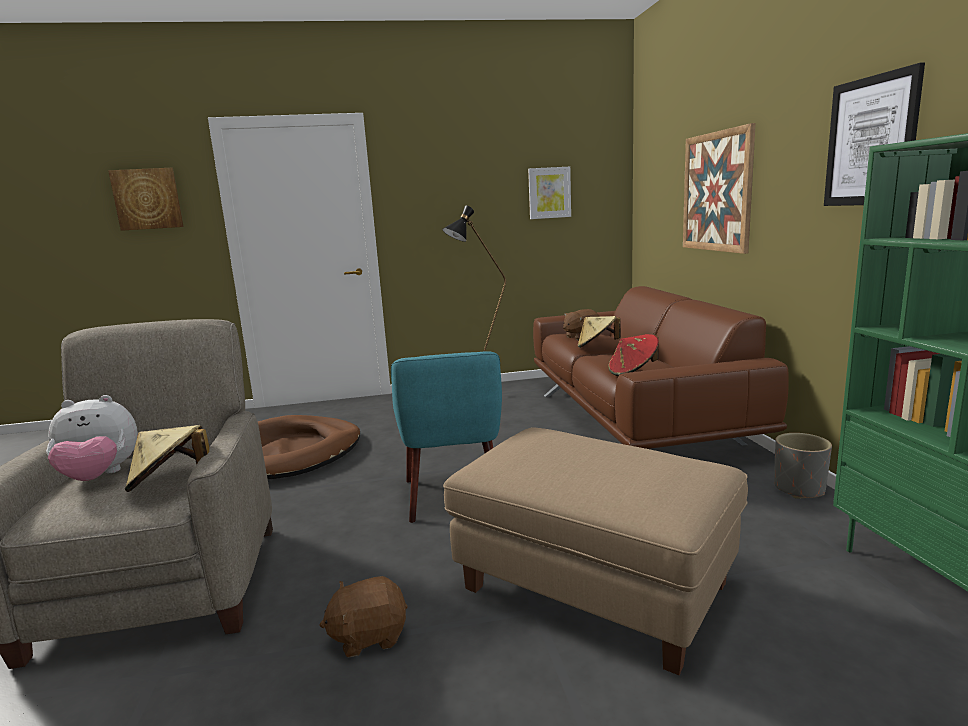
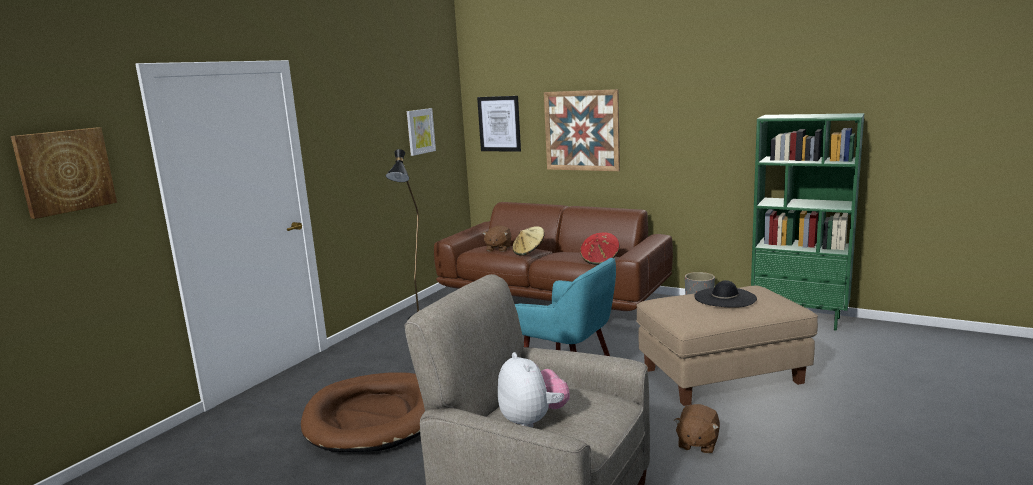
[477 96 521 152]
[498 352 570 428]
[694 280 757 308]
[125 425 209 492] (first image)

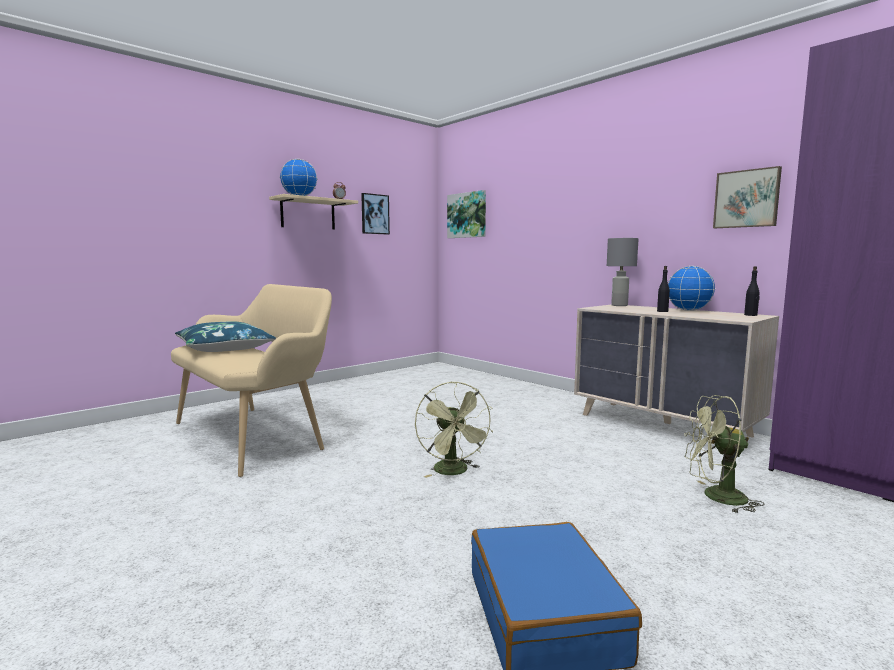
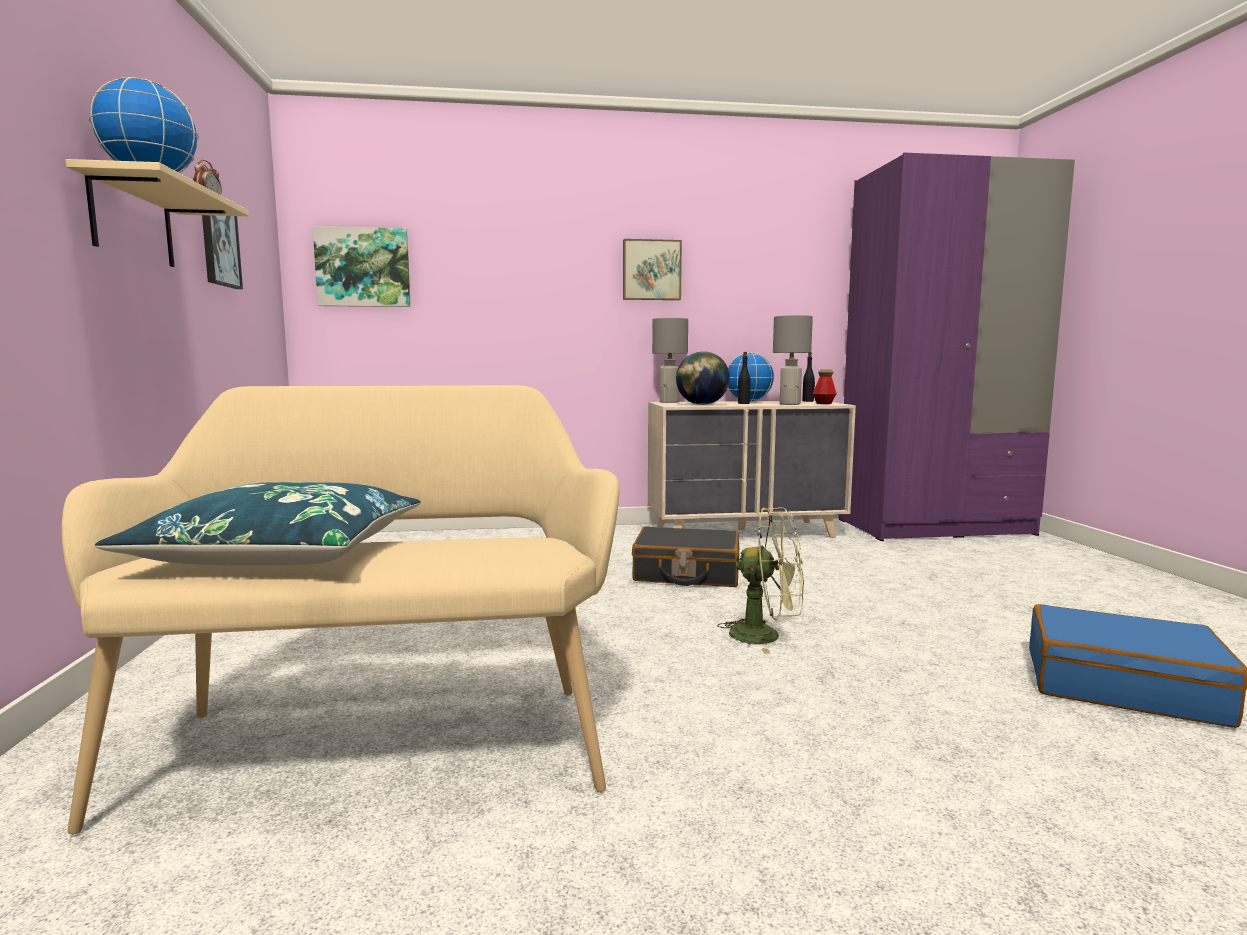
[623 239 682 300]
[632 526 739 587]
[676 351 730 405]
[773 315 813 405]
[812 369 837 404]
[684 395 764 513] (first image)

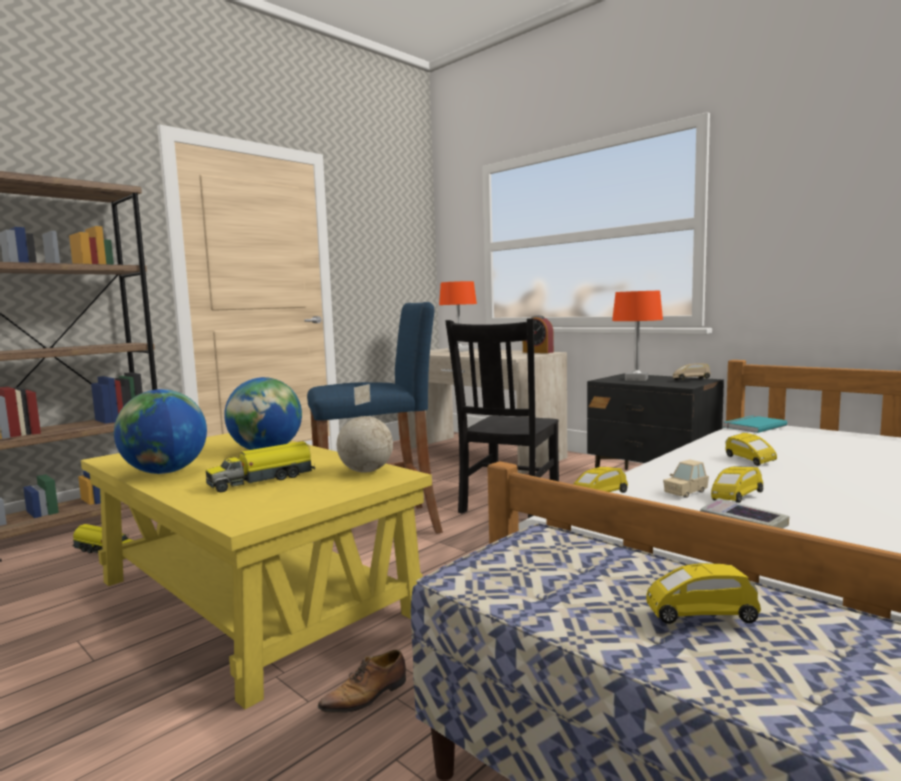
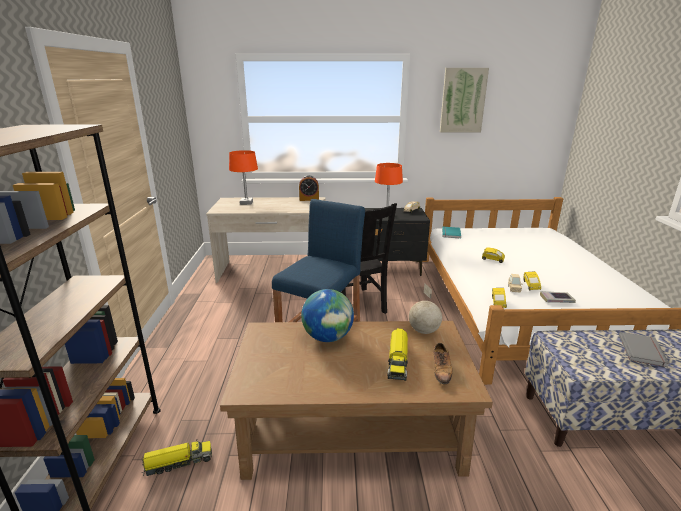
[220 321 493 480]
[434 343 452 384]
[440 68 489 132]
[619 332 670 367]
[114 389 207 474] (first image)

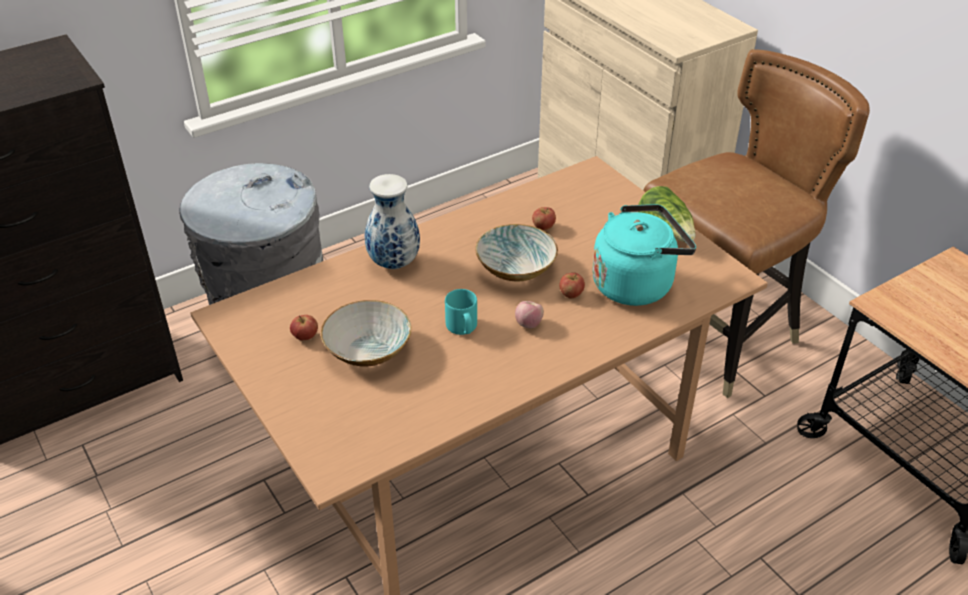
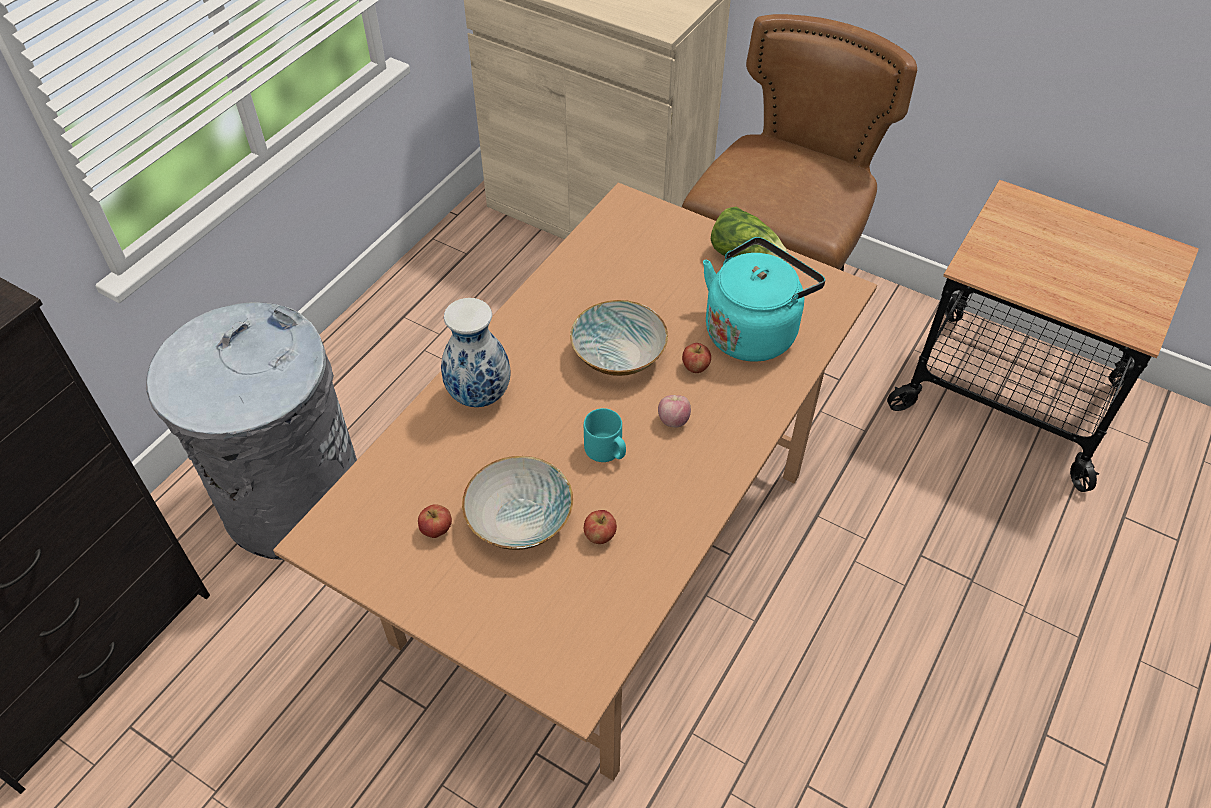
[584 510 617 544]

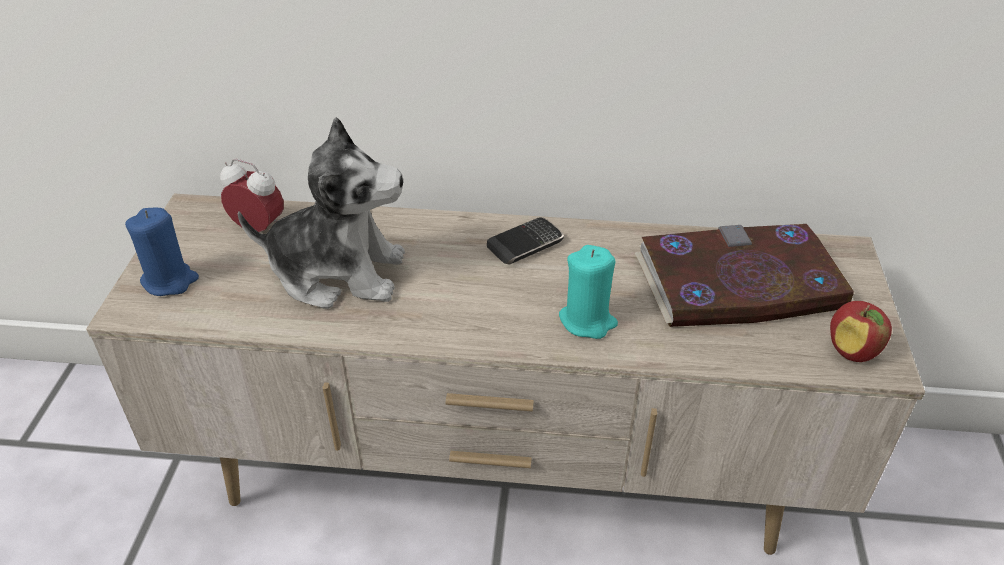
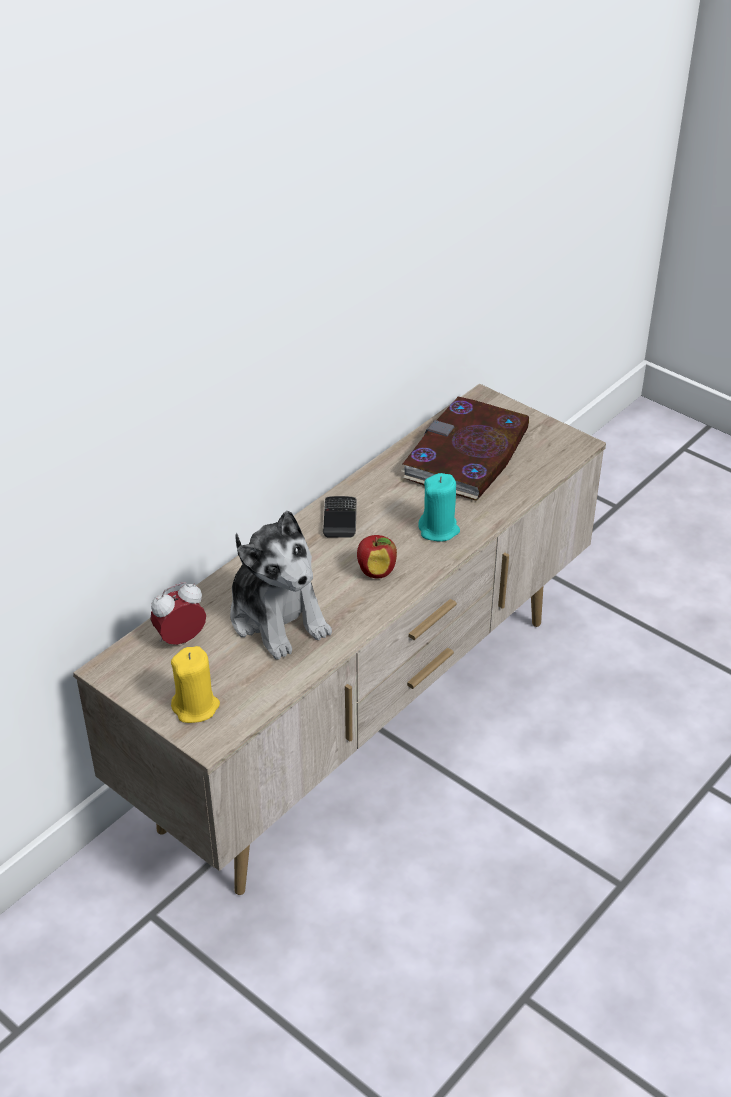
[171 646 220 723]
[230 510 332 660]
[357 535 397 578]

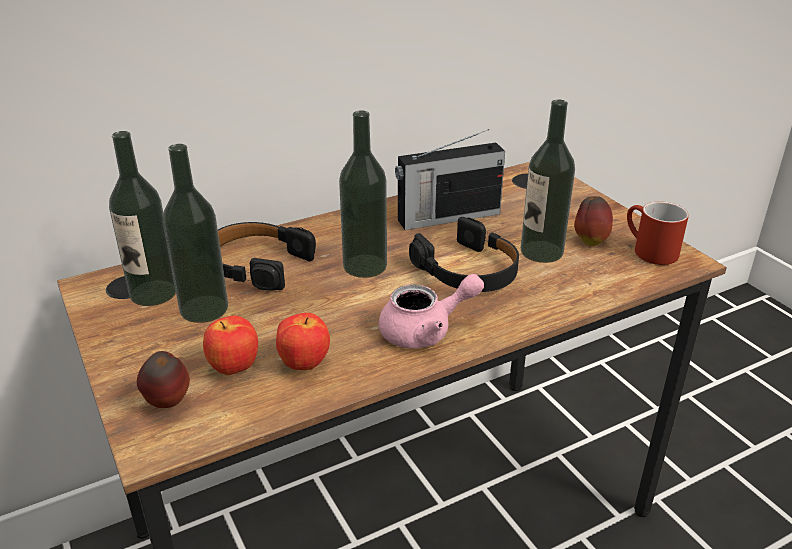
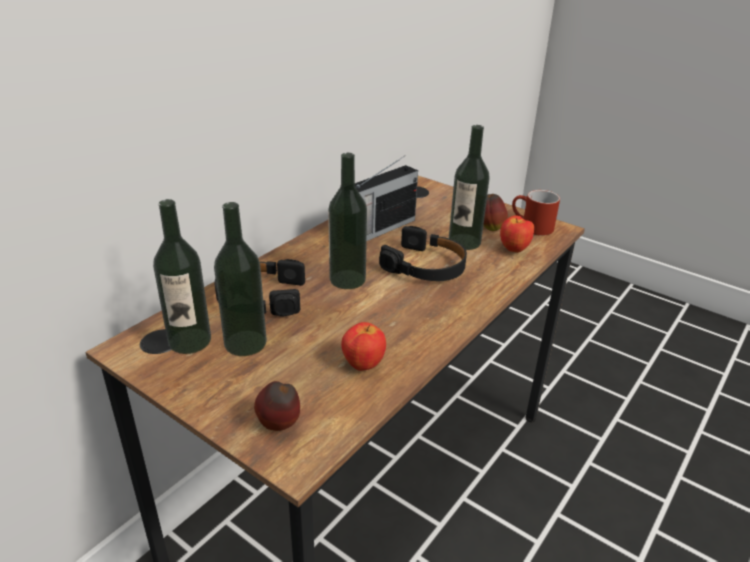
[500 215 534 253]
[379 274 484 348] (first image)

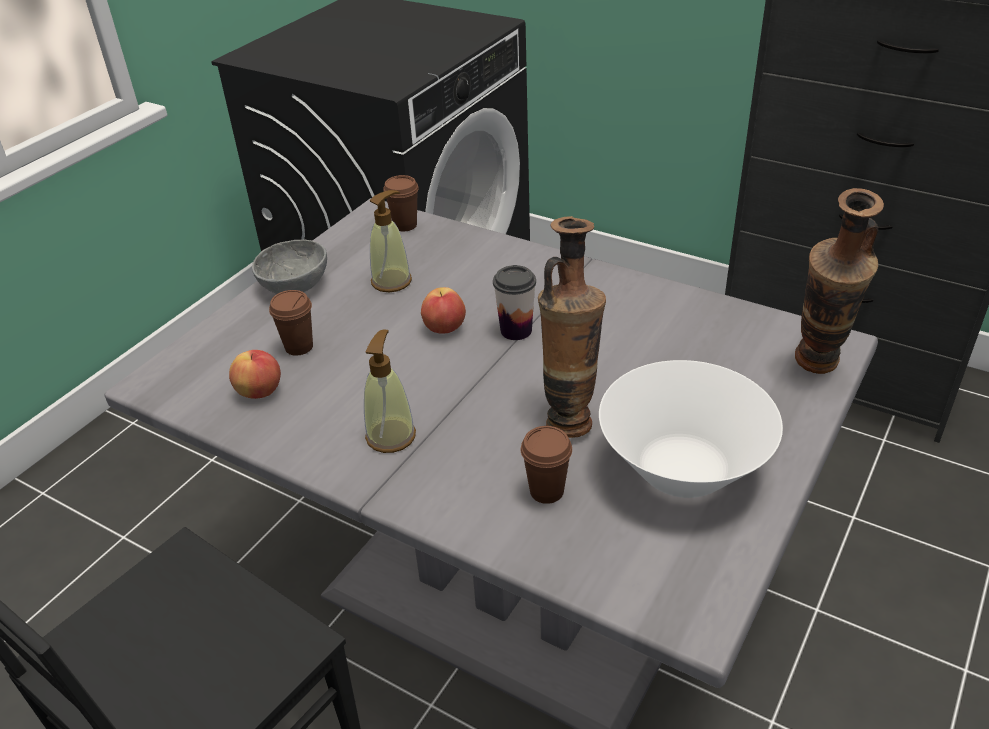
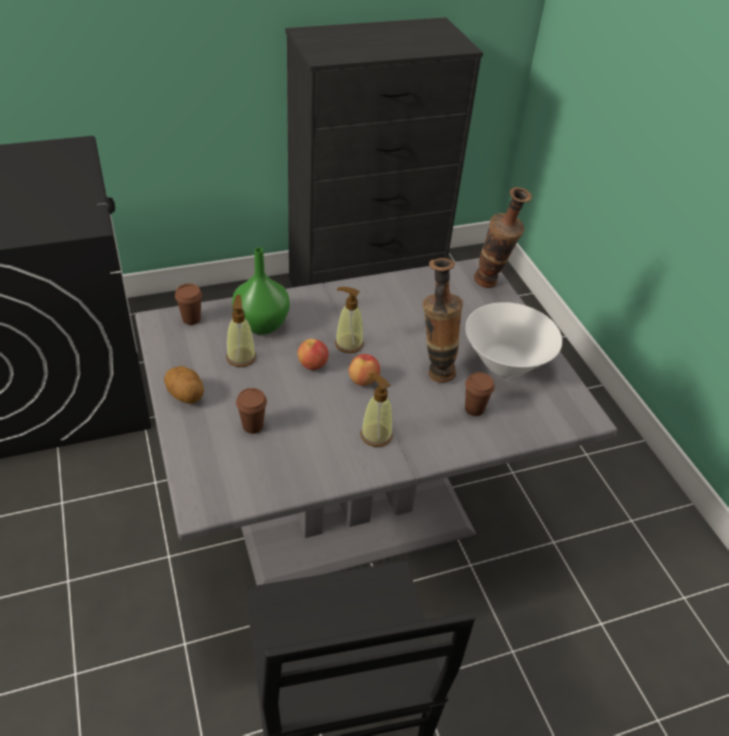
[164 366 204 404]
[232 247 290 335]
[335 287 364 353]
[349 354 380 386]

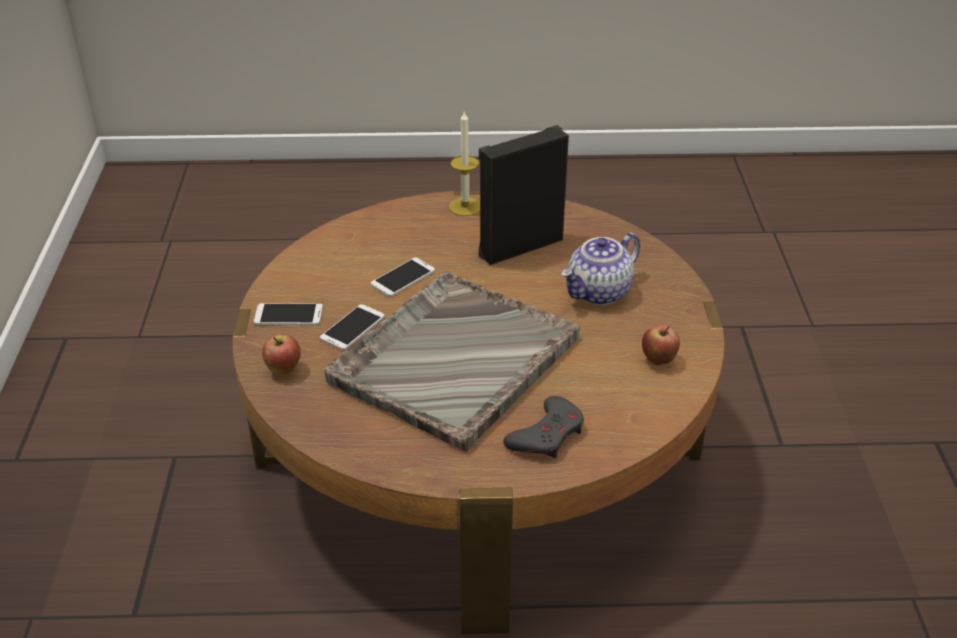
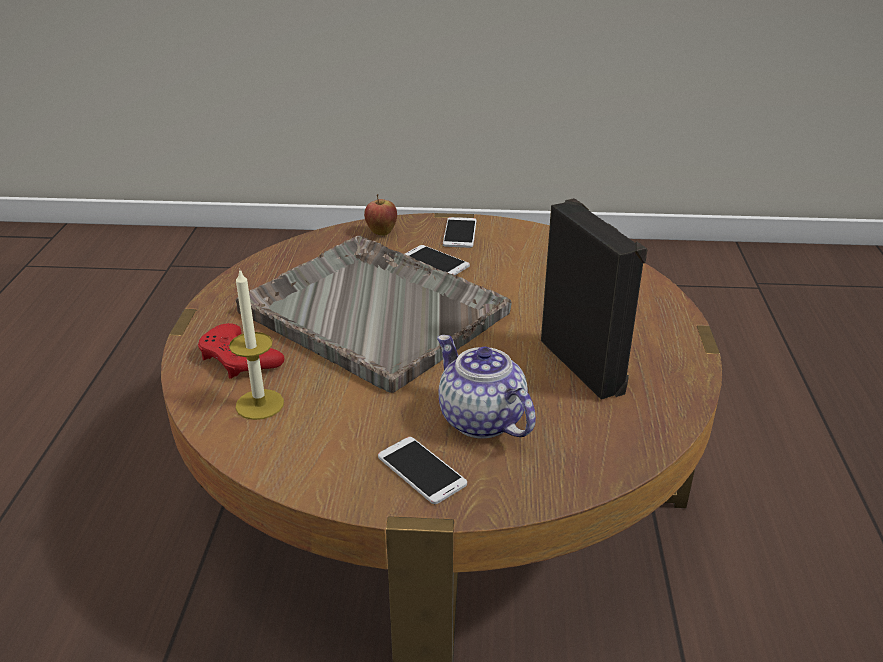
[198 323 284 379]
[229 268 284 420]
[378 437 467 504]
[642 325 680 365] (first image)

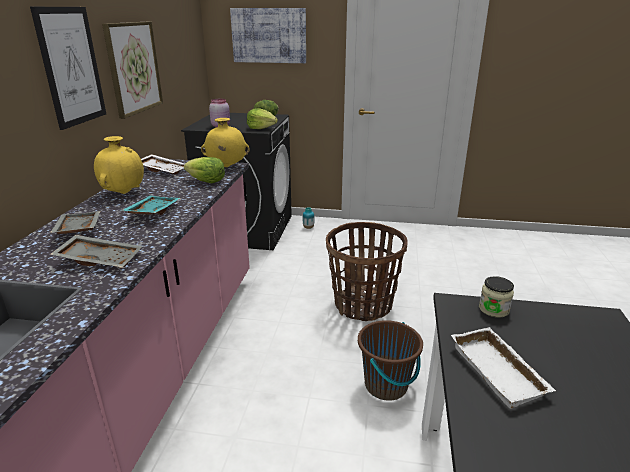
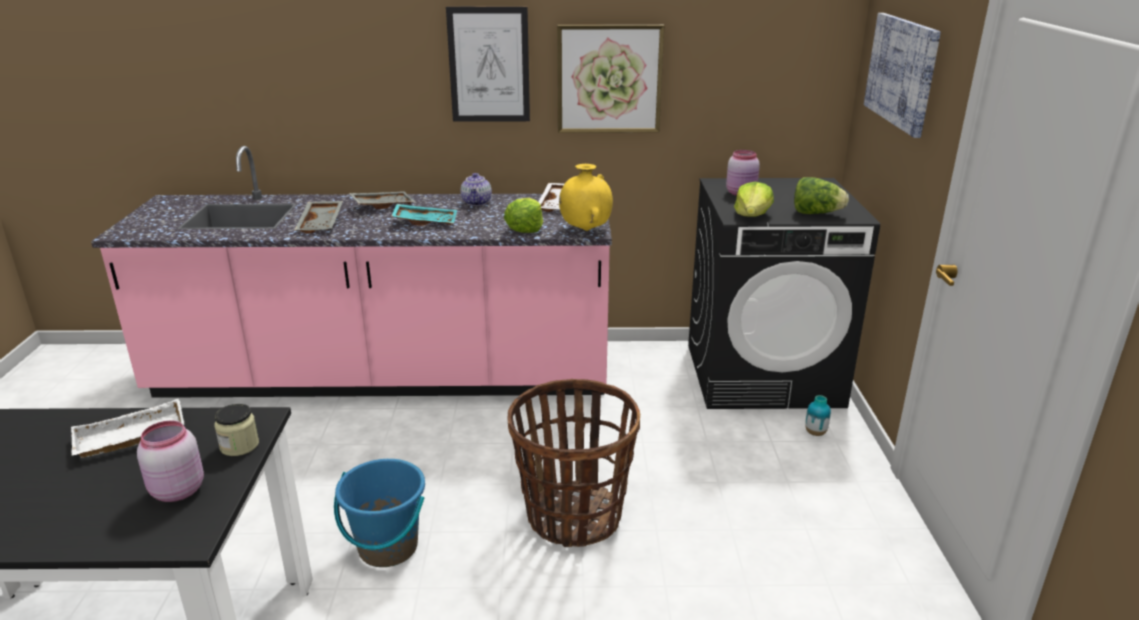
[137 421 204 502]
[334 459 425 567]
[460 173 492 206]

